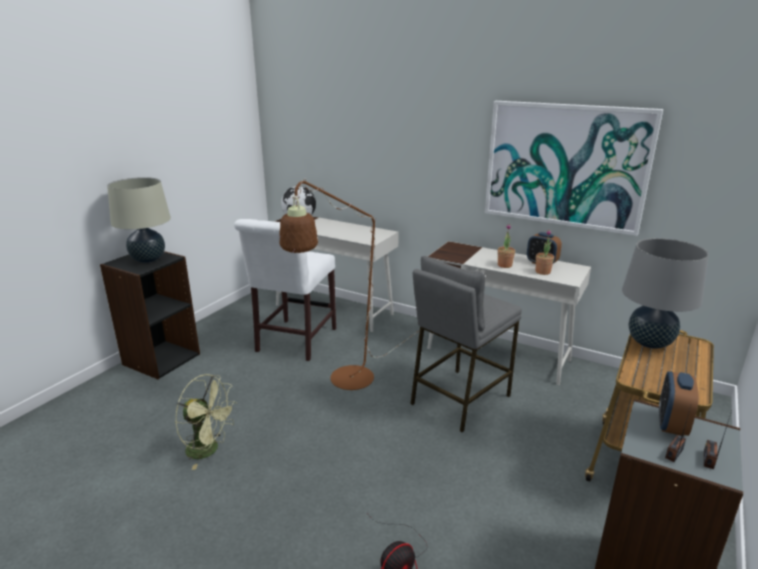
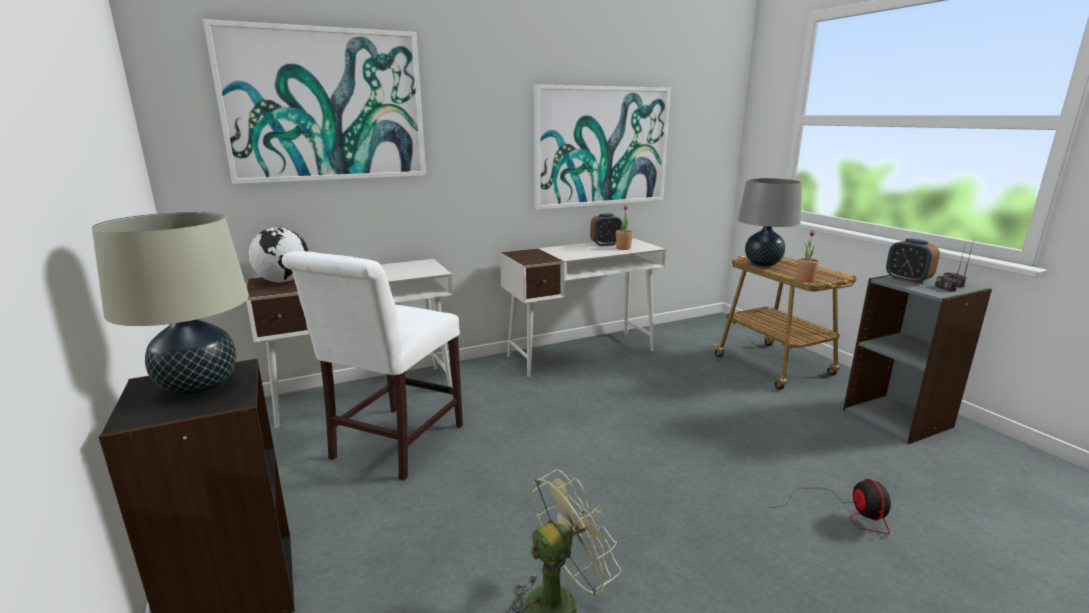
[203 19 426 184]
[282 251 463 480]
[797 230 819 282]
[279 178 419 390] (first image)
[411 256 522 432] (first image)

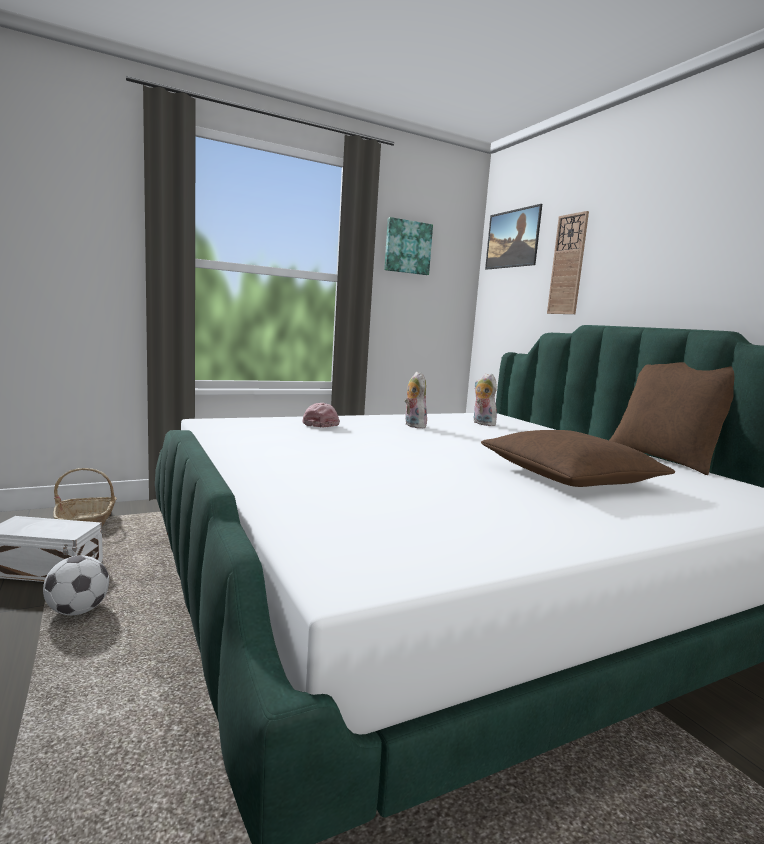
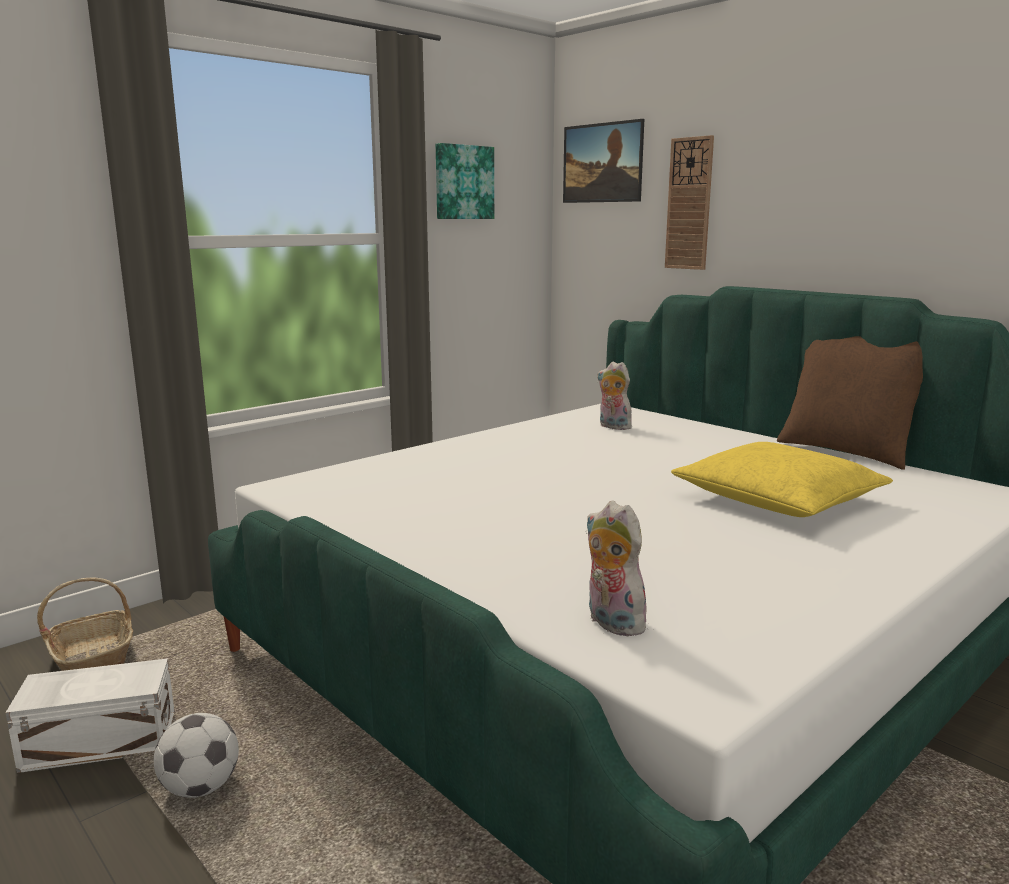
[587 501 652 637]
[671 442 893 517]
[303 403 340 428] (first image)

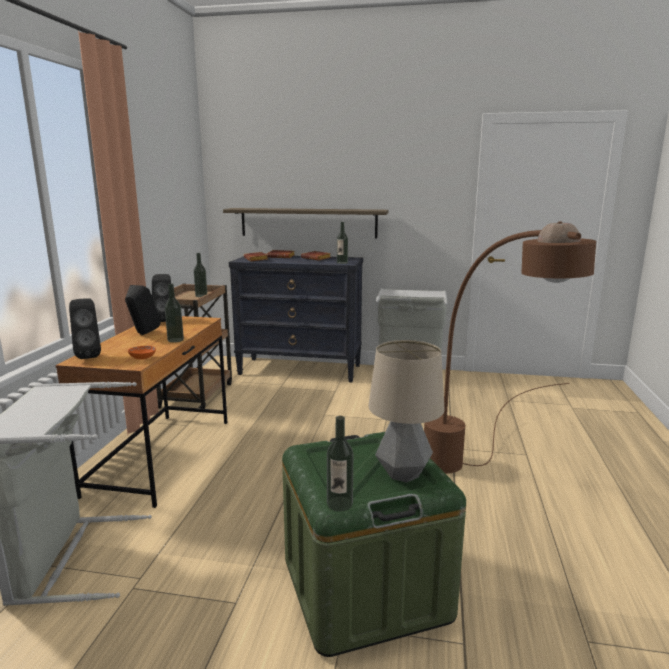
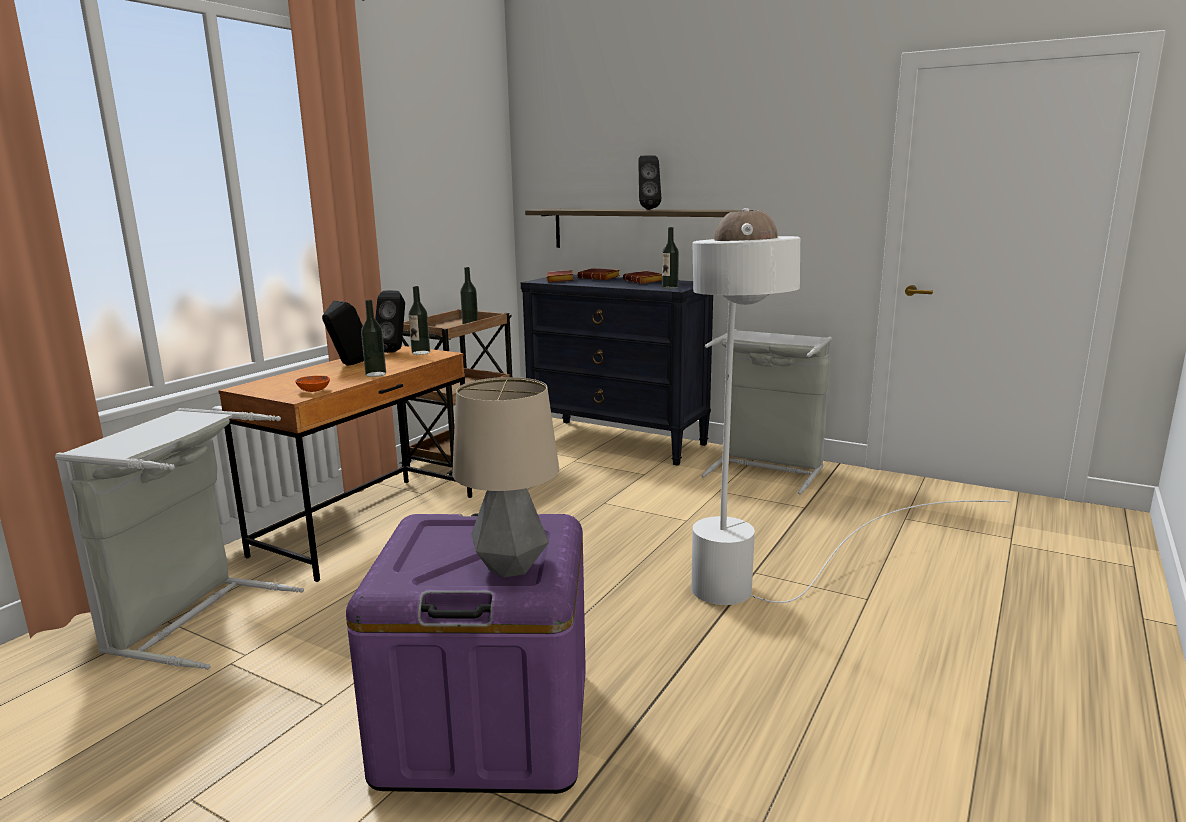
[346 513 586 794]
[409 286 430 355]
[638 155 661 210]
[691 208 1010 605]

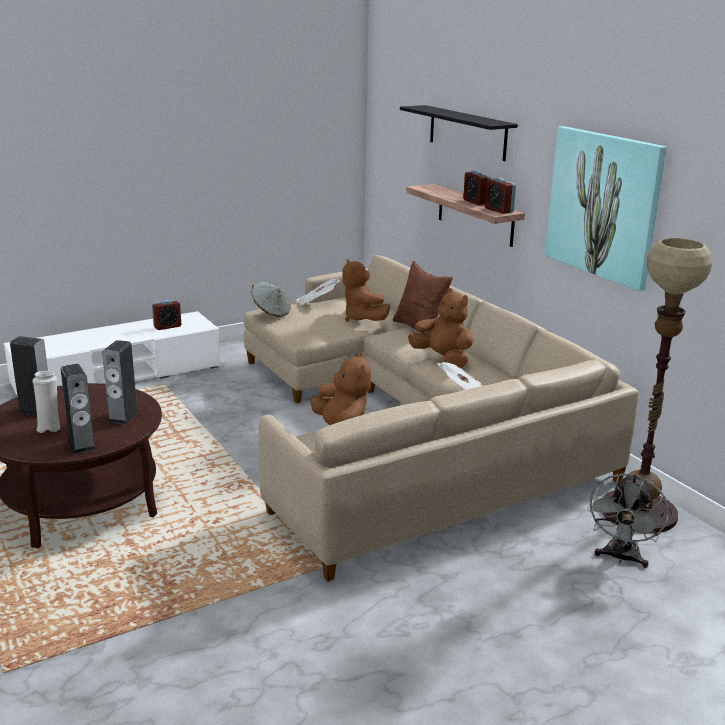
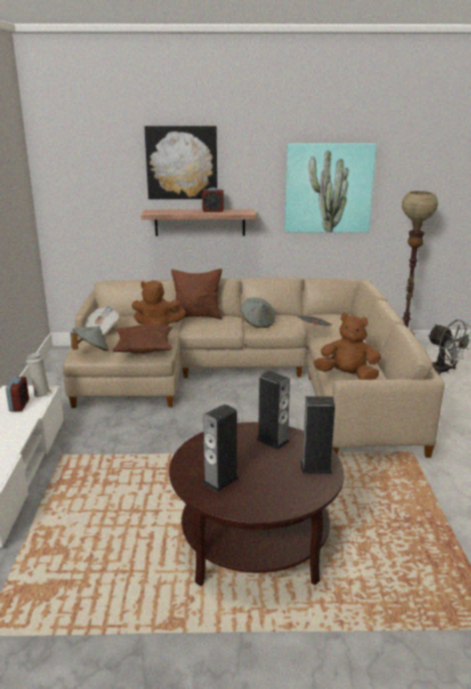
[26 353 51 397]
[112 324 173 354]
[144 126 217 199]
[241 297 275 328]
[485 178 516 214] (first image)

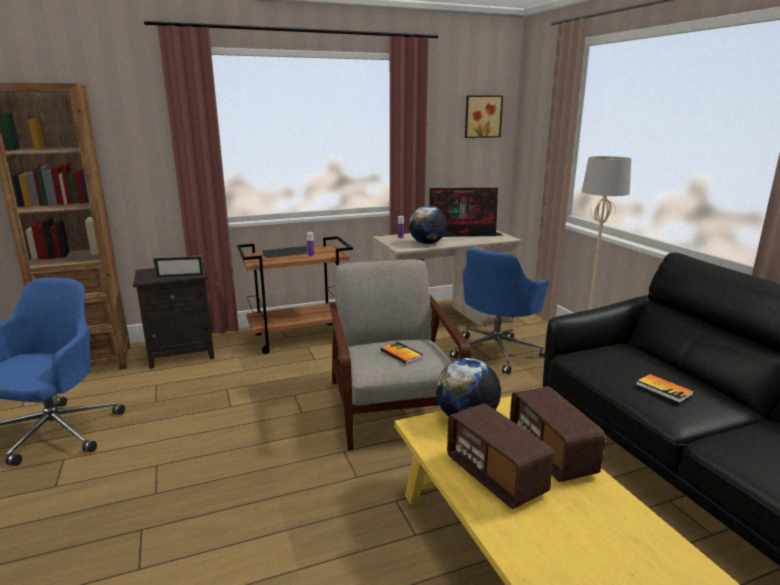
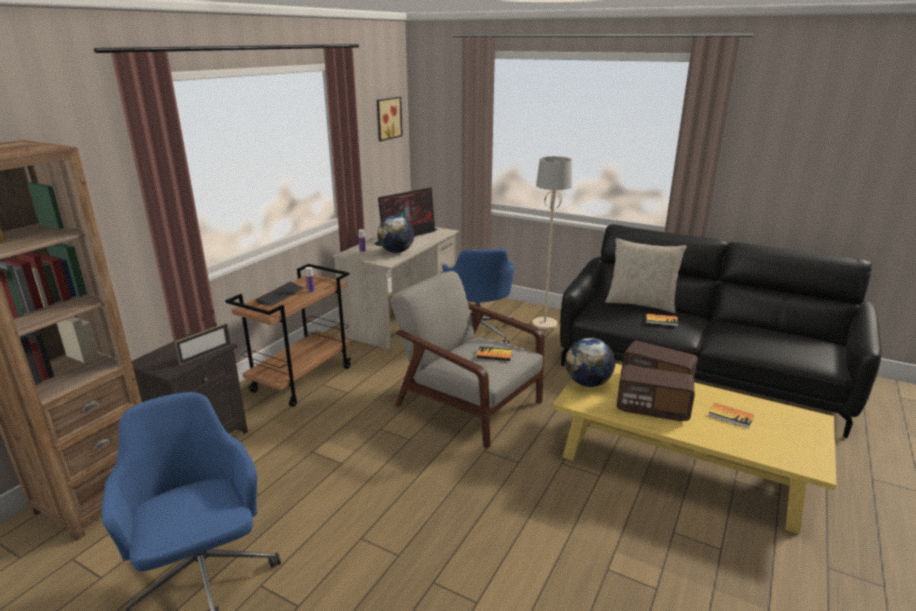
[605 238 687 313]
[708 403 754 428]

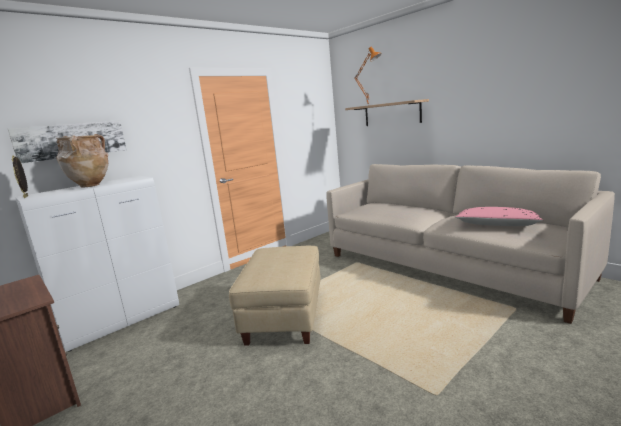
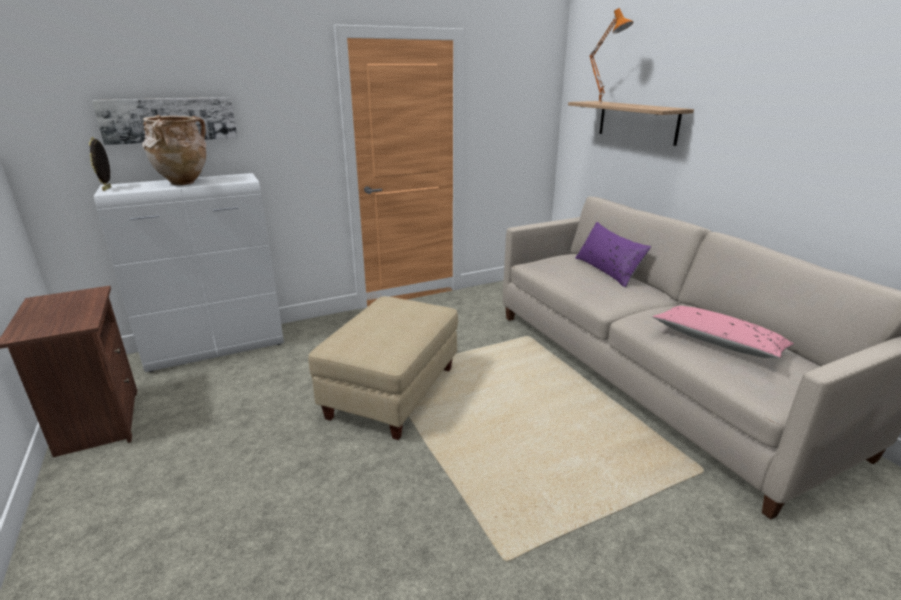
[575 222 651 287]

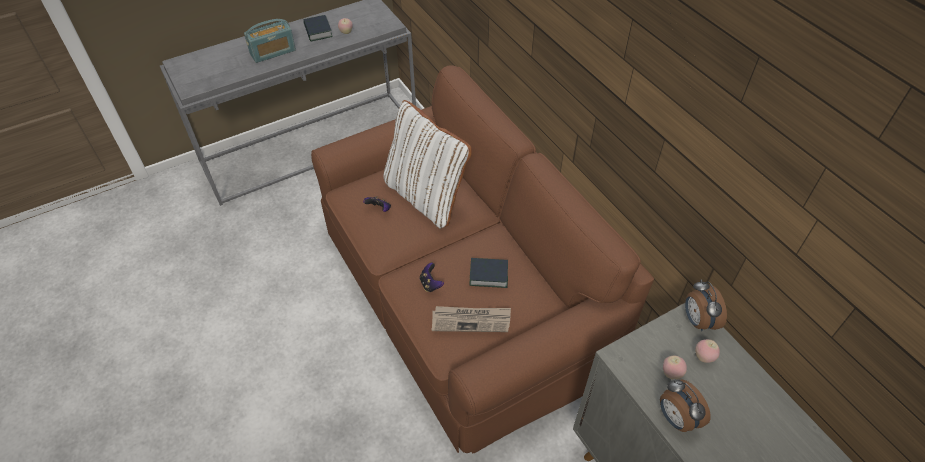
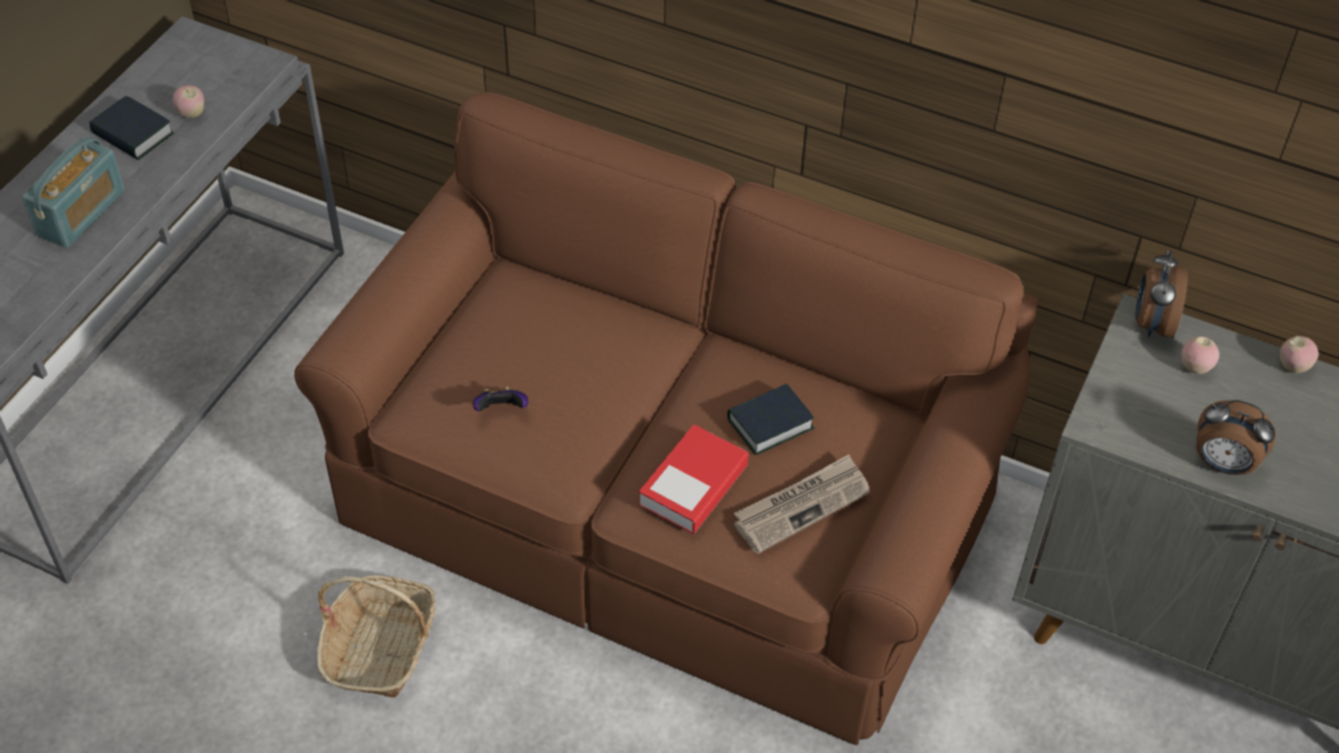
[317 575 436 698]
[639 424 749 534]
[1135 250 1188 338]
[1280 336 1318 373]
[384 100 472 229] (first image)

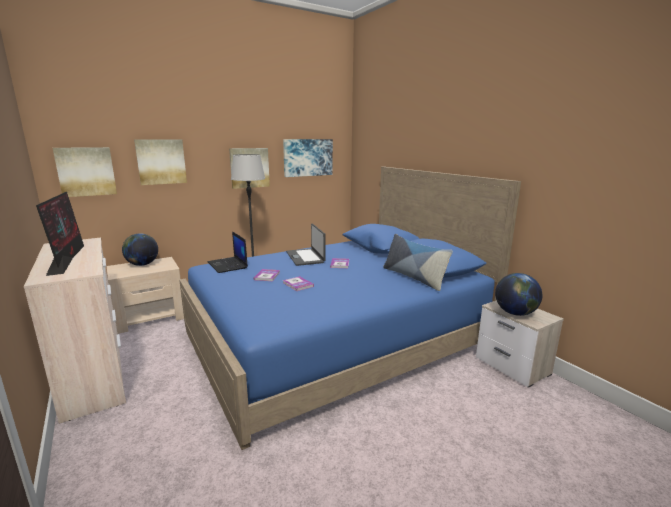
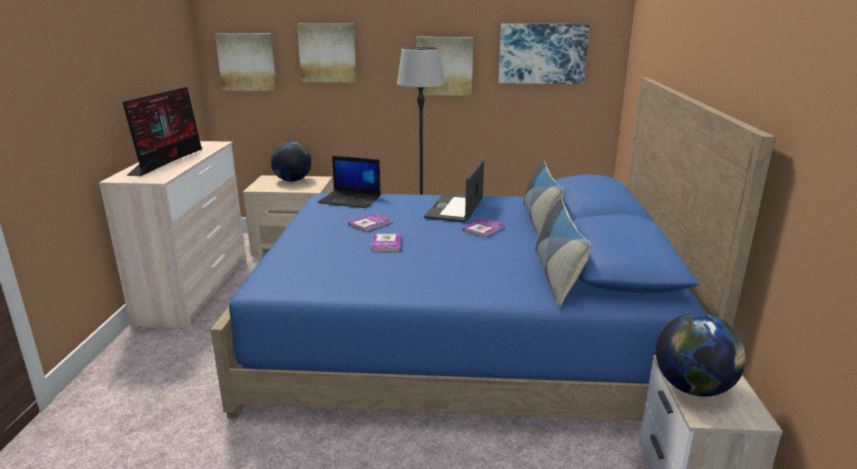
[318 156 381 208]
[523 160 564 238]

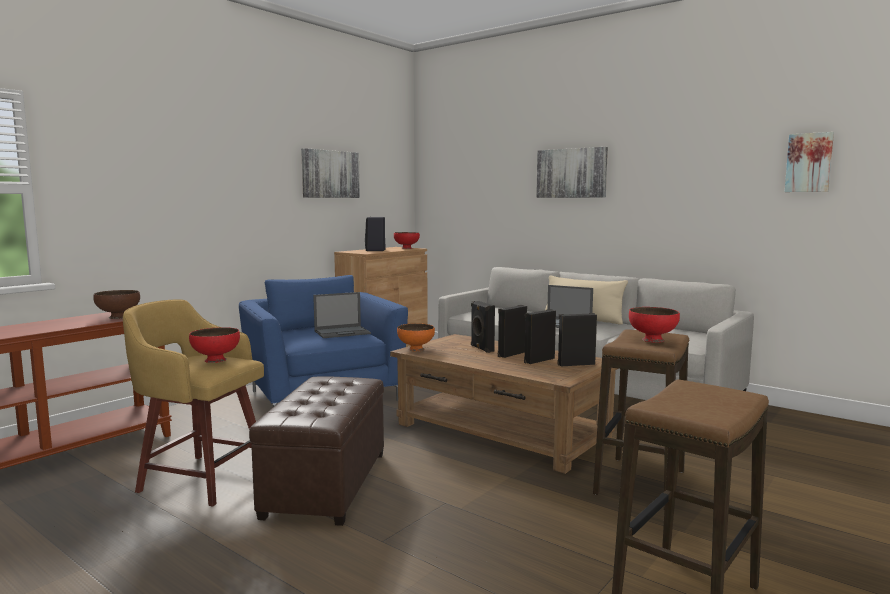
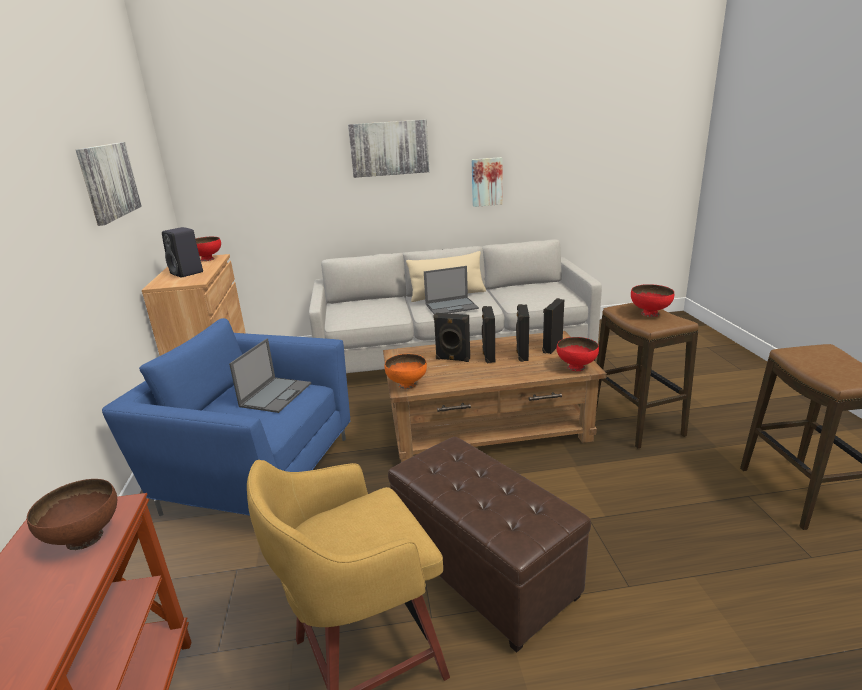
[472 157 502 207]
[556 337 599 371]

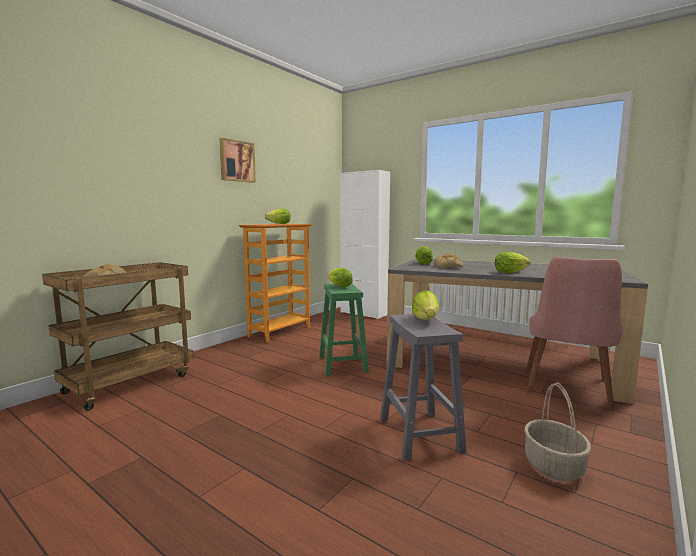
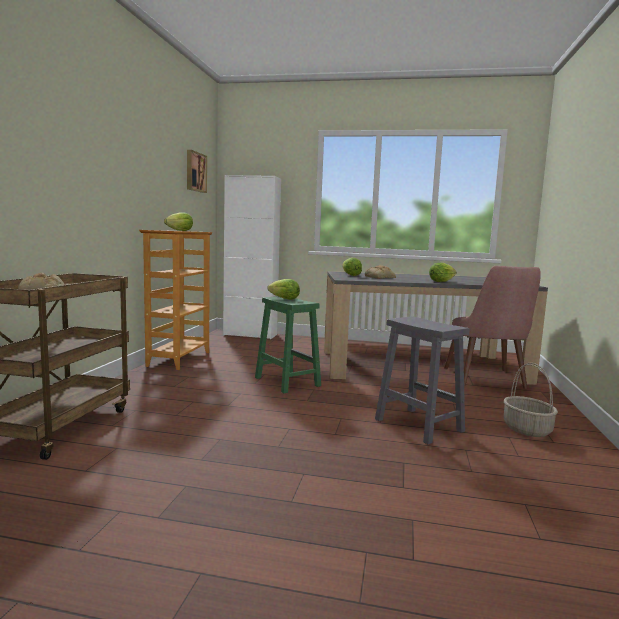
[187 150 207 193]
[412 290 439 320] (first image)

